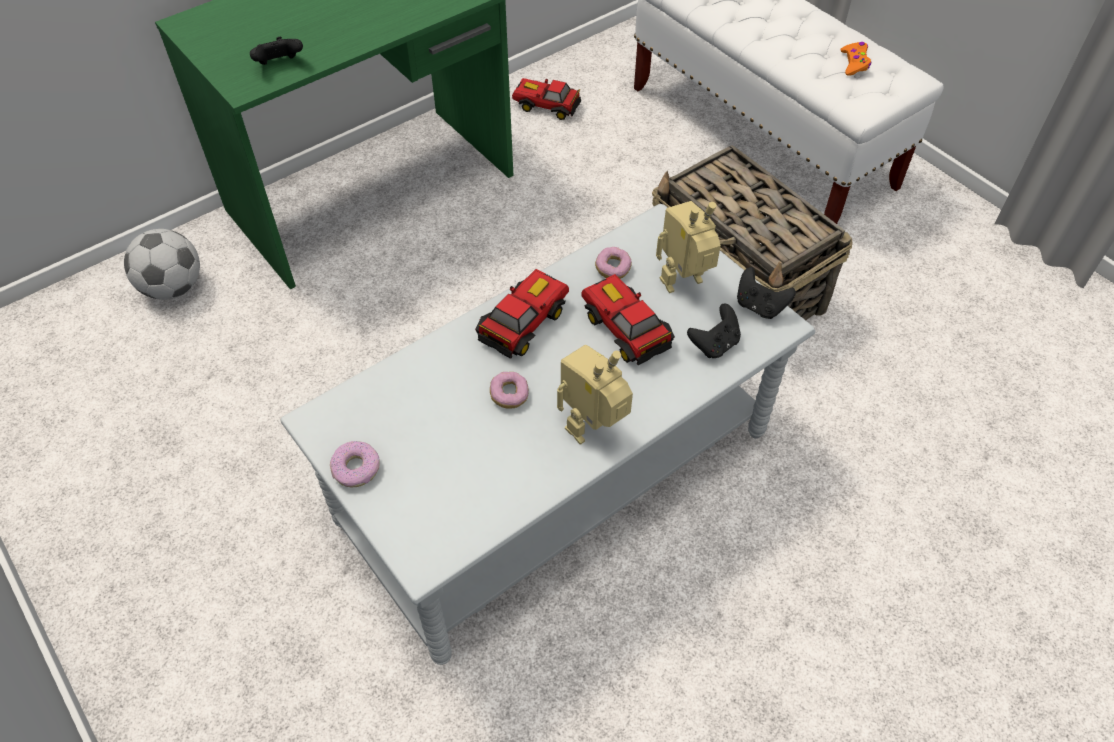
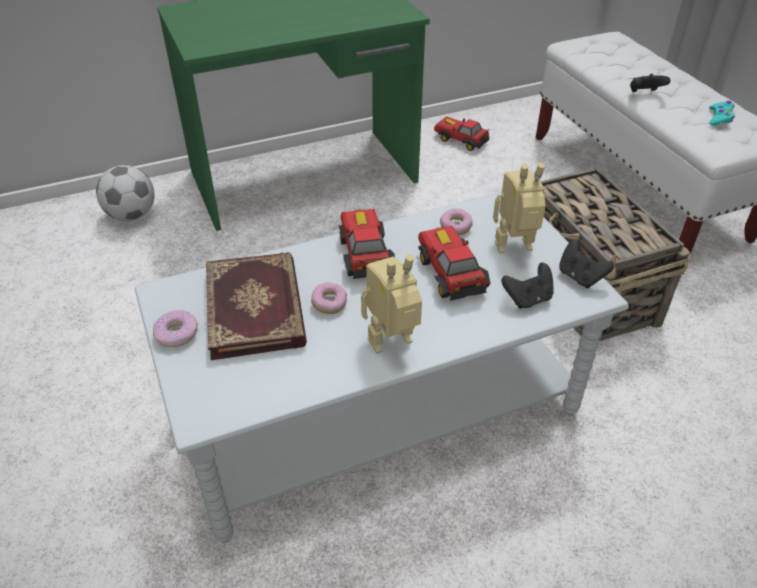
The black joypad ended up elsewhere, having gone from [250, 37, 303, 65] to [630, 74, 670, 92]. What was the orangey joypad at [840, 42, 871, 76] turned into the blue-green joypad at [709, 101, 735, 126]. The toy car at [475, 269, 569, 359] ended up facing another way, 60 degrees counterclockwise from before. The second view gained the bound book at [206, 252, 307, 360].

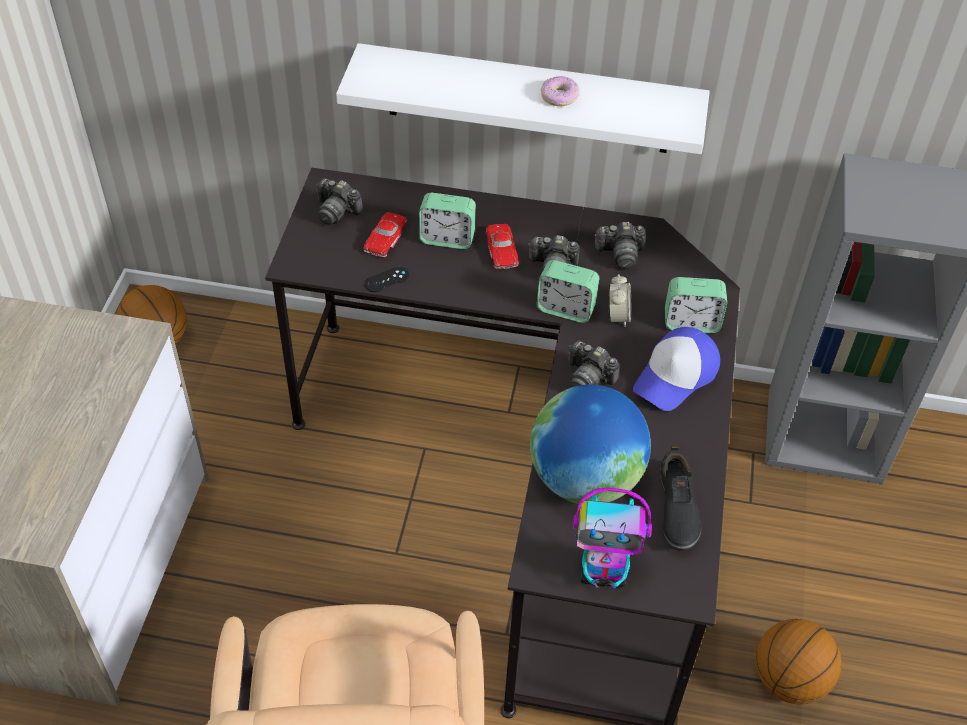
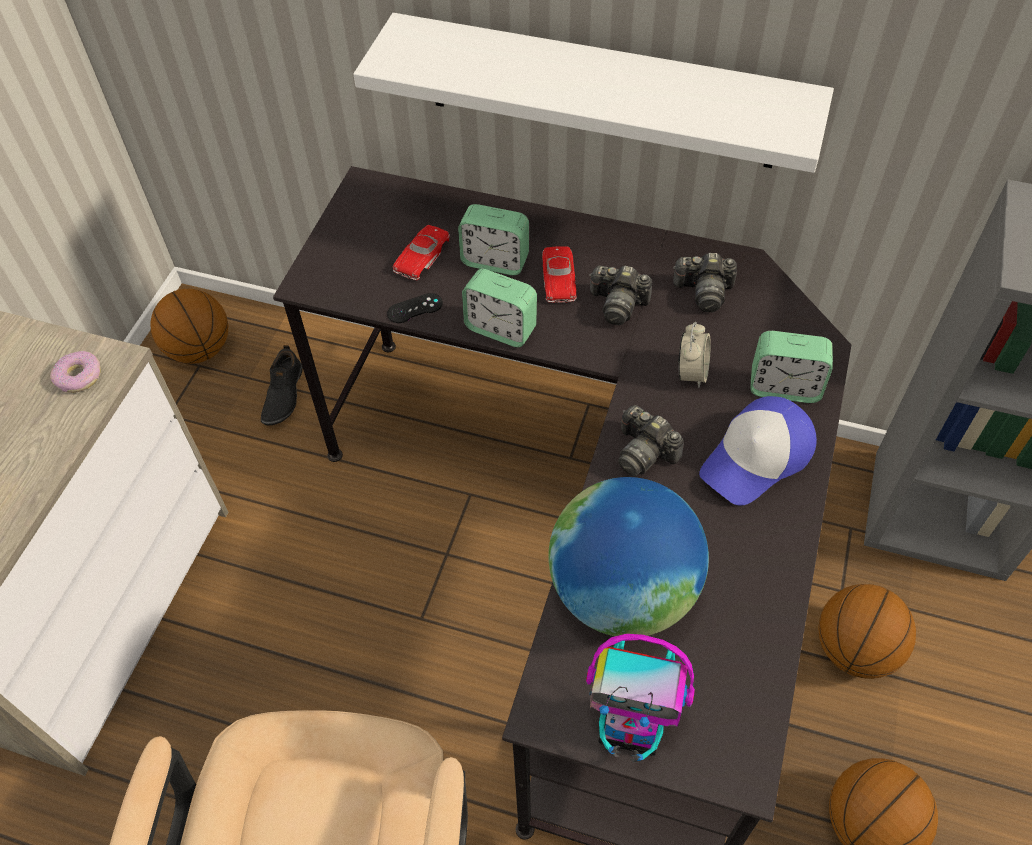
The ring doughnut ended up elsewhere, having gone from [541, 76, 580, 106] to [50, 351, 101, 393]. The second view lost the photo camera at [316, 178, 363, 225]. The table clock ended up elsewhere, having gone from [536, 260, 599, 323] to [462, 269, 537, 347]. The black shoe ended up elsewhere, having gone from [659, 446, 701, 551] to [261, 345, 303, 425]. The second view gained the basketball at [818, 584, 916, 679].

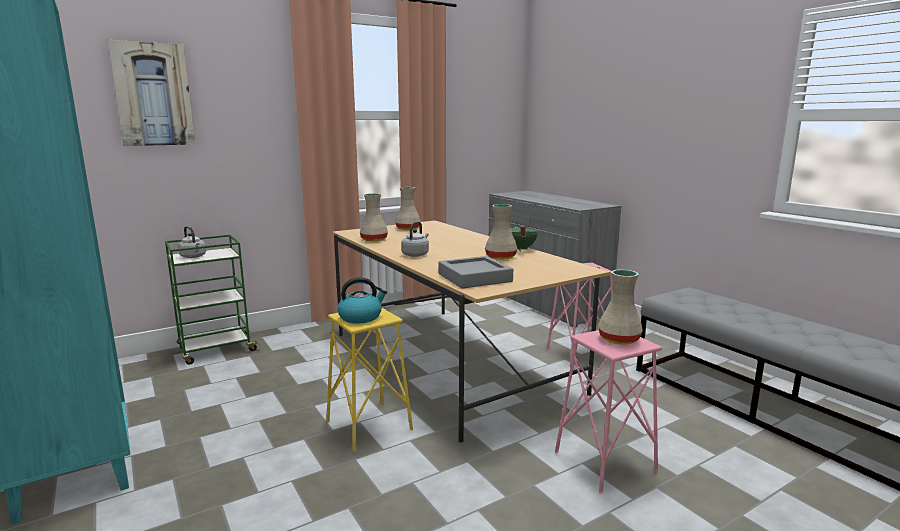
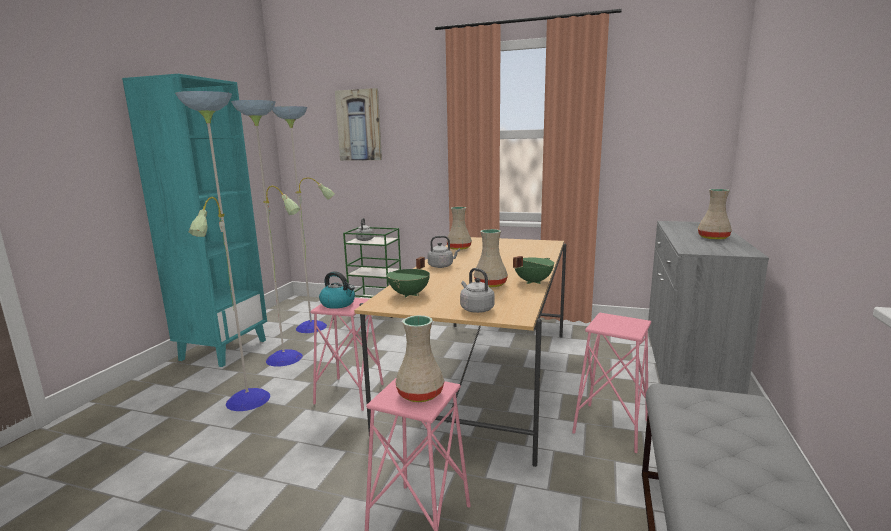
The beige-coloured flower vase ended up elsewhere, having gone from [395, 187, 421, 230] to [698, 189, 732, 240]. Where the greyish serving tray stood at [439, 256, 513, 289], the green-coloured saucepot came to stand at [387, 257, 430, 298]. What was the yellowish stool at [326, 308, 413, 452] turned into the pinkish stool at [310, 298, 384, 411]. The second view gained the standing lamp at [175, 91, 335, 411]. The second view gained the greyish tea kettle at [460, 268, 495, 313].

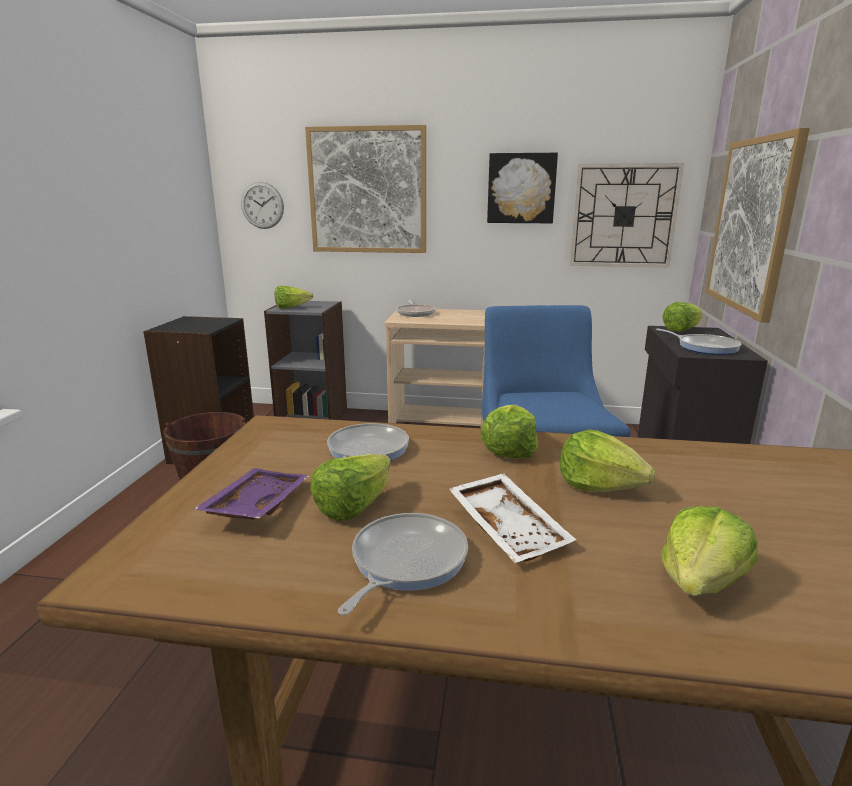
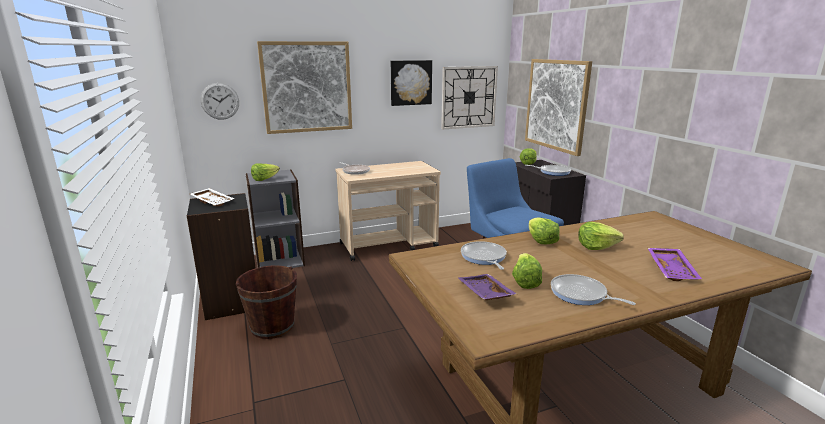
The white-coloured serving tray ended up elsewhere, having gone from [449, 473, 576, 563] to [190, 188, 234, 207]. Where the lettuce head stood at [661, 506, 757, 596], the purple-coloured serving tray came to stand at [648, 248, 702, 281]. The pan at [338, 513, 468, 615] ended up facing another way, 45 degrees counterclockwise from before.

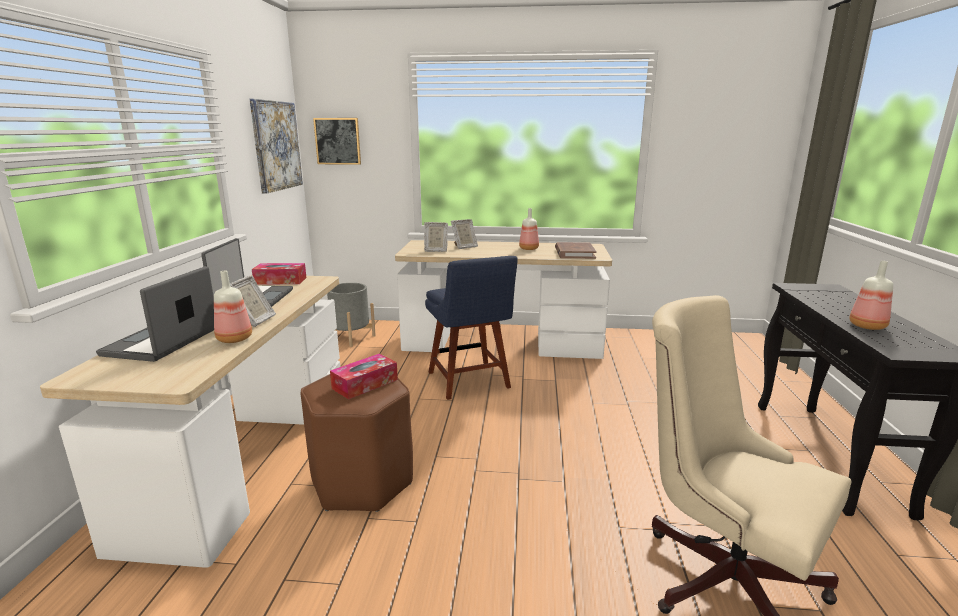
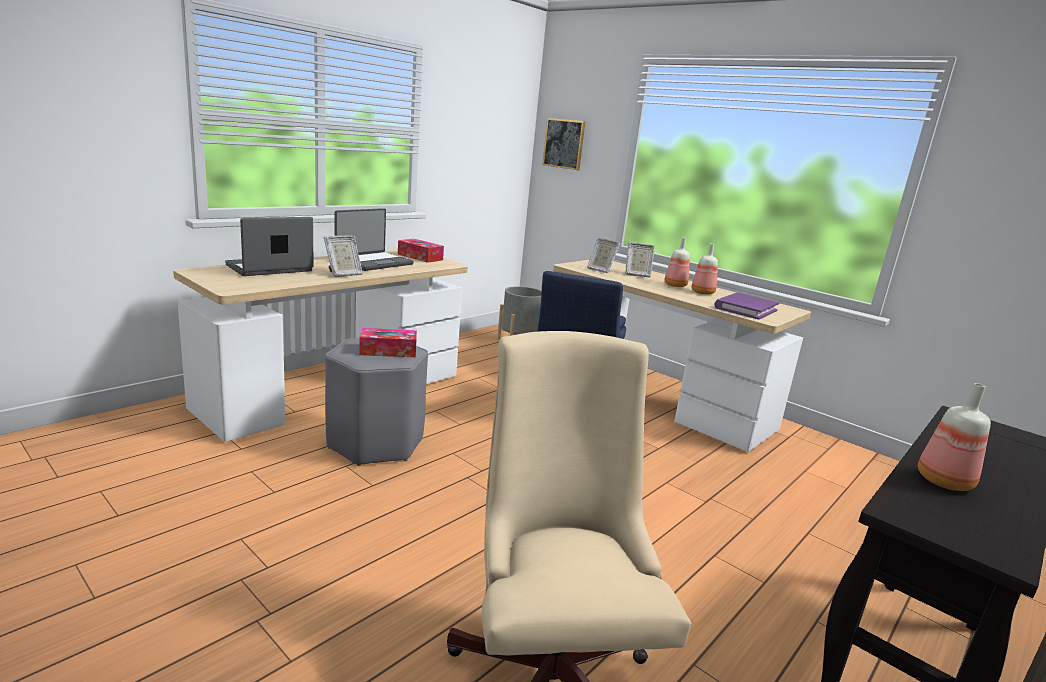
The second view lost the picture at [250, 99, 303, 194]. What was the brownish bound book at [555, 242, 597, 259] turned into the purple-coloured bound book at [715, 293, 779, 320]. The beverage bottle ended up elsewhere, having gone from [214, 270, 252, 343] to [665, 238, 690, 287]. What was the brownish stool at [300, 374, 413, 512] turned into the greyish stool at [325, 338, 428, 466].

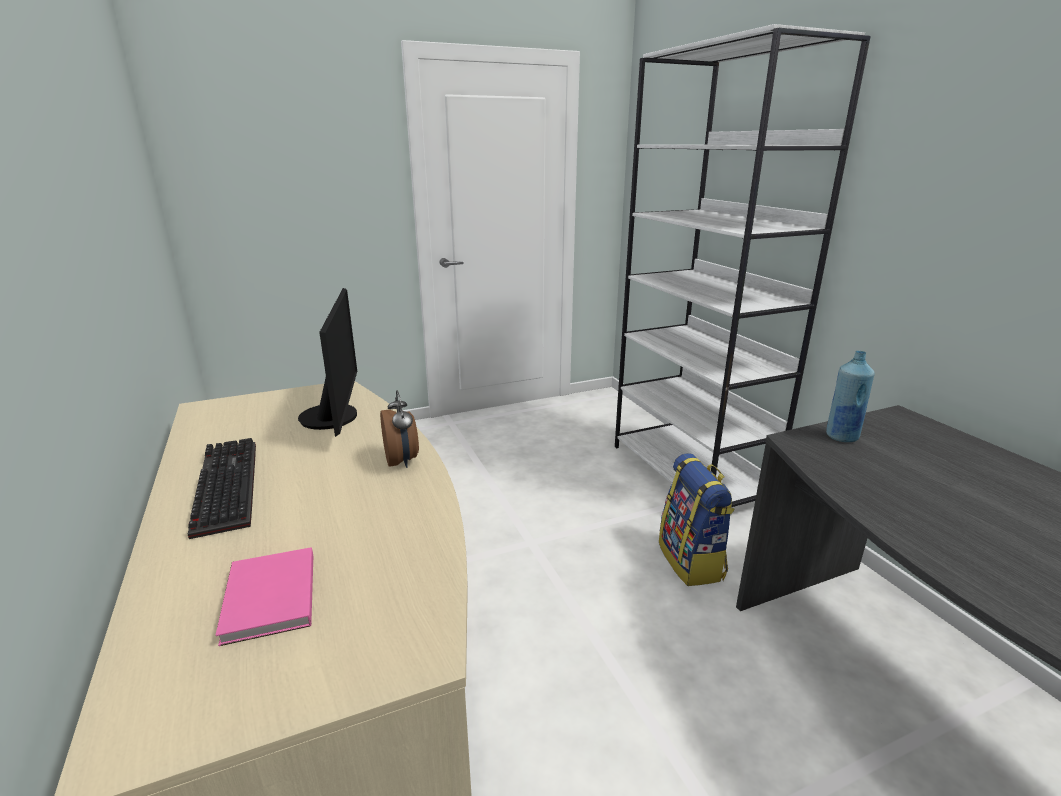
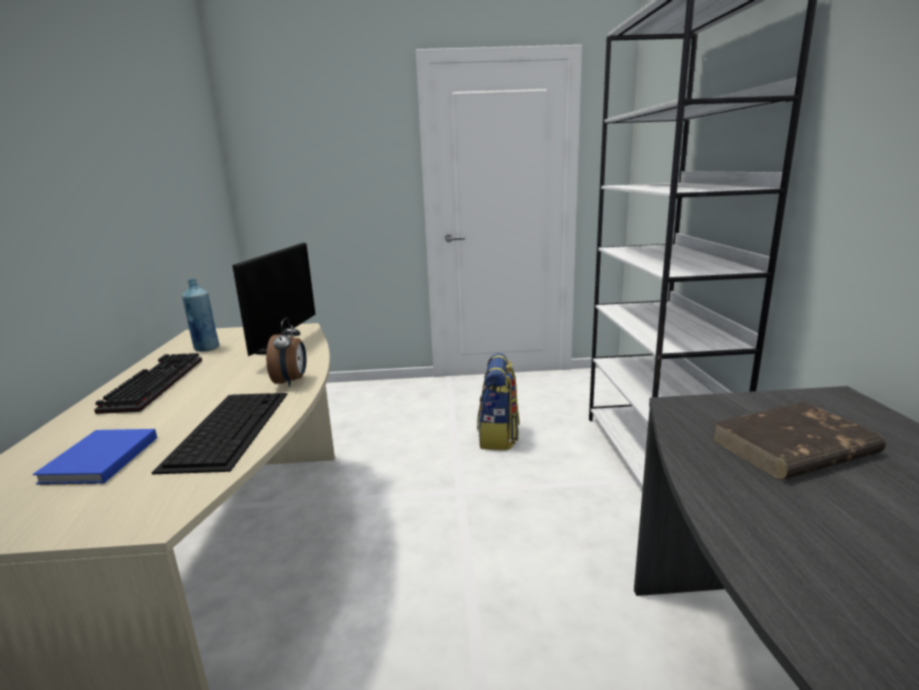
The bluish beverage bottle ended up elsewhere, having gone from [826, 351, 875, 442] to [182, 279, 220, 352]. The knapsack ended up elsewhere, having gone from [659, 453, 735, 586] to [477, 353, 519, 450]. What was the pinkish bound book at [216, 547, 313, 646] turned into the bluish bound book at [33, 429, 157, 485]. The second view gained the PC keyboard at [151, 393, 287, 474]. The second view gained the brownish bound book at [711, 402, 886, 480].

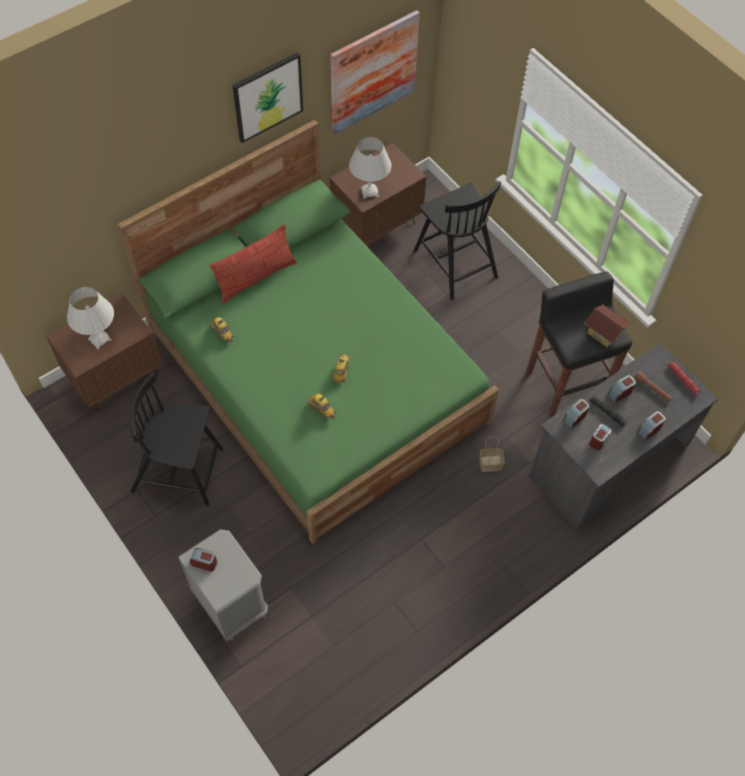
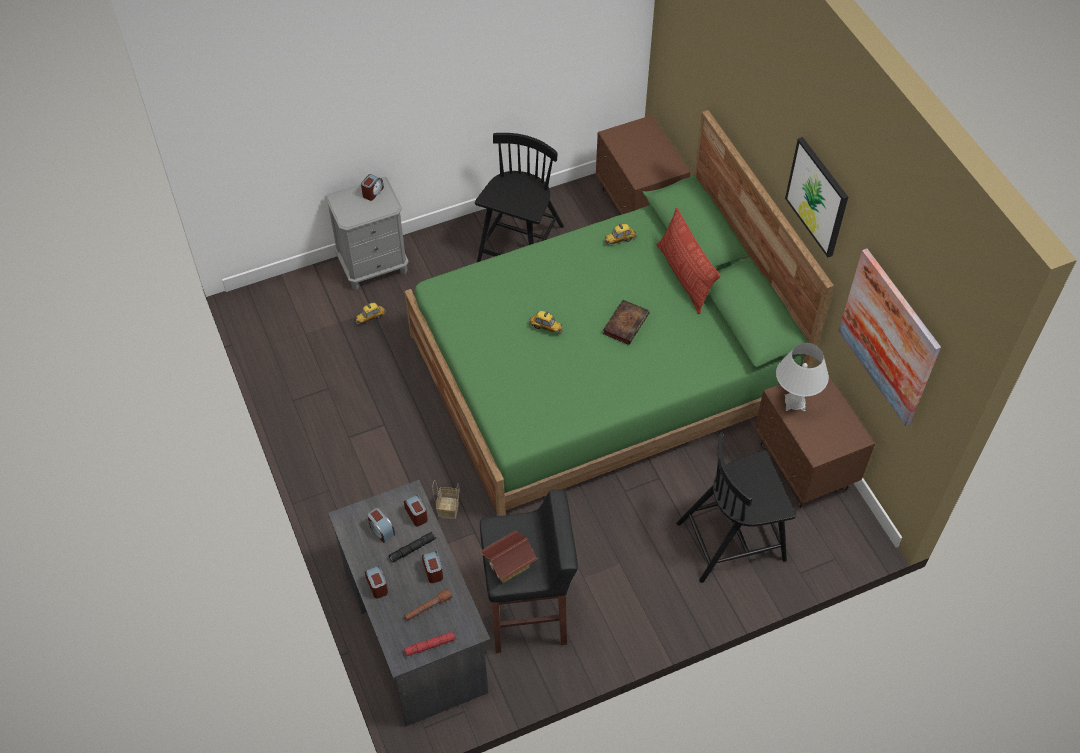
The second view lost the white-coloured lamp for a table at [67, 287, 114, 350]. The toy car ended up elsewhere, having gone from [308, 394, 336, 419] to [355, 303, 386, 324]. The second view gained the bound book at [603, 300, 649, 345].

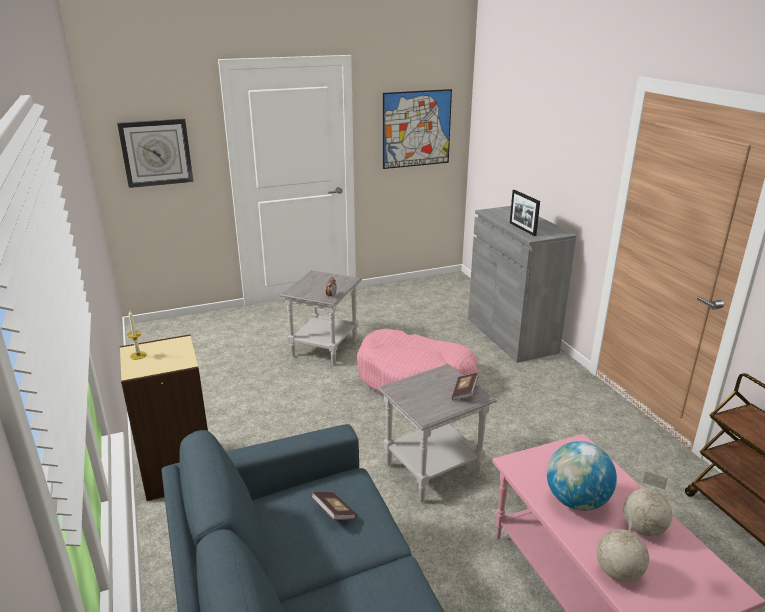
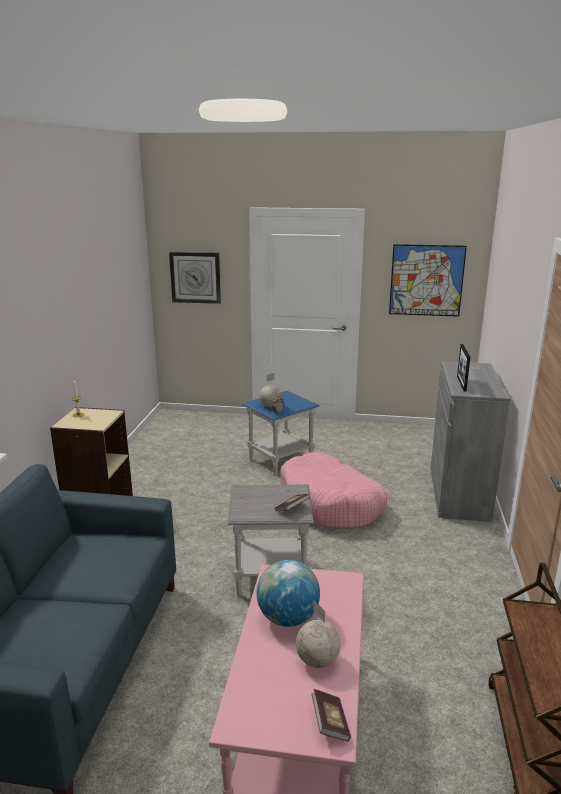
What was the greyish end table at [280, 270, 362, 366] turned into the bluish end table at [242, 391, 320, 476]. The bound book ended up elsewhere, having gone from [311, 492, 357, 520] to [312, 689, 351, 742]. The world globe ended up elsewhere, having gone from [597, 511, 649, 582] to [259, 373, 282, 407].

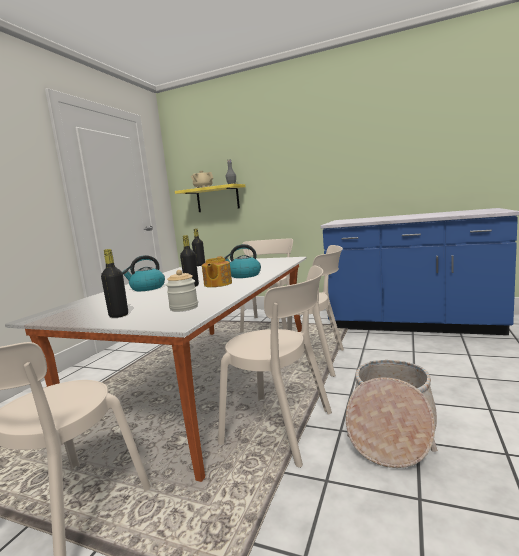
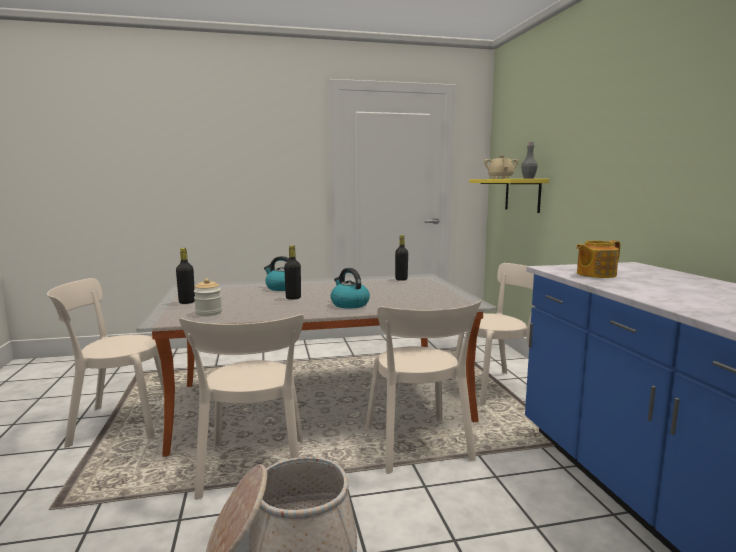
The teapot ended up elsewhere, having gone from [202, 256, 232, 287] to [576, 240, 620, 278].

